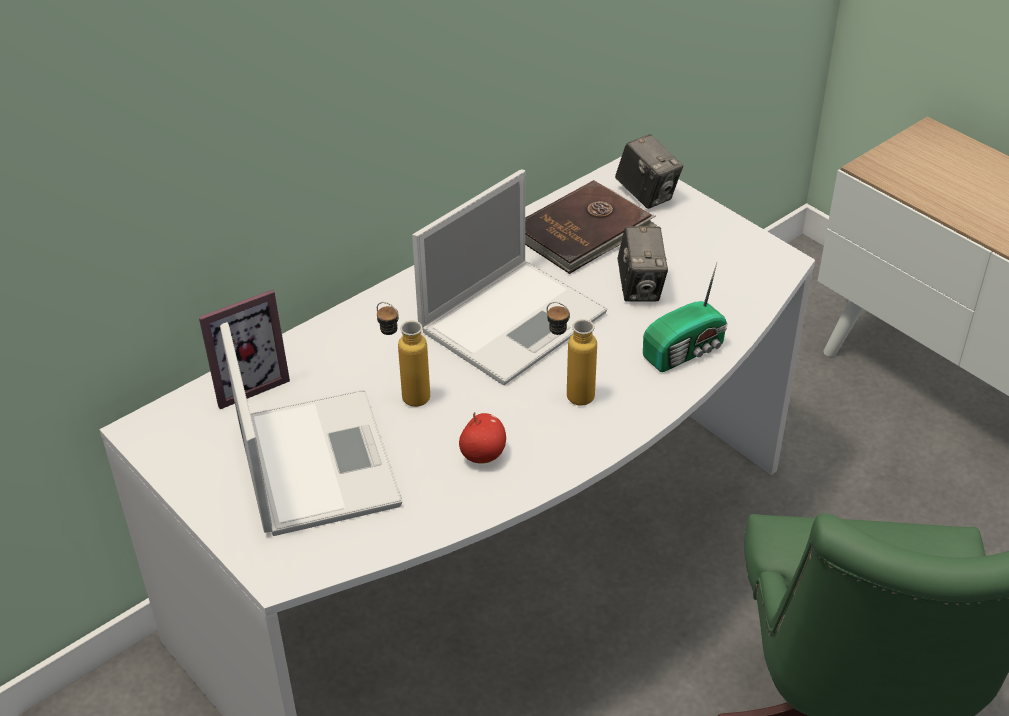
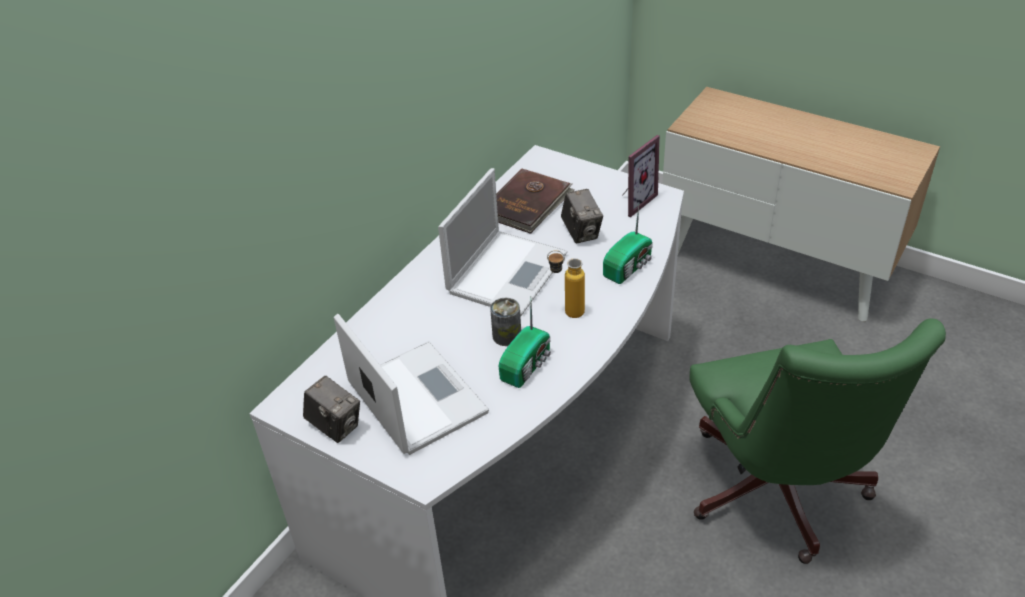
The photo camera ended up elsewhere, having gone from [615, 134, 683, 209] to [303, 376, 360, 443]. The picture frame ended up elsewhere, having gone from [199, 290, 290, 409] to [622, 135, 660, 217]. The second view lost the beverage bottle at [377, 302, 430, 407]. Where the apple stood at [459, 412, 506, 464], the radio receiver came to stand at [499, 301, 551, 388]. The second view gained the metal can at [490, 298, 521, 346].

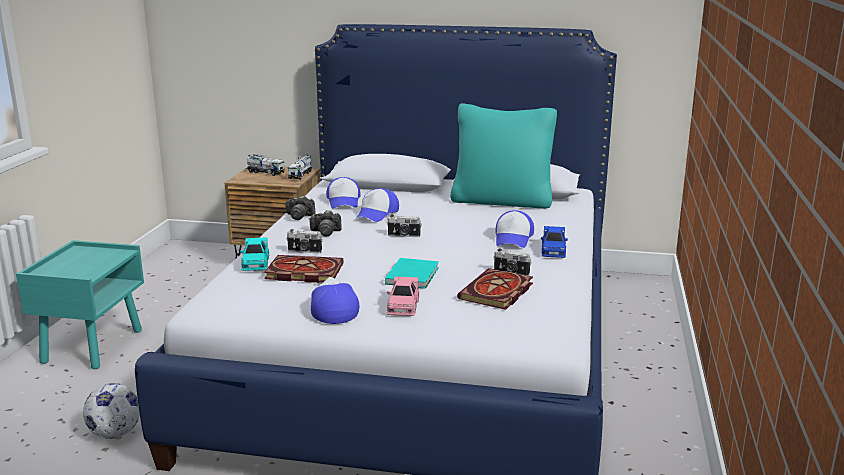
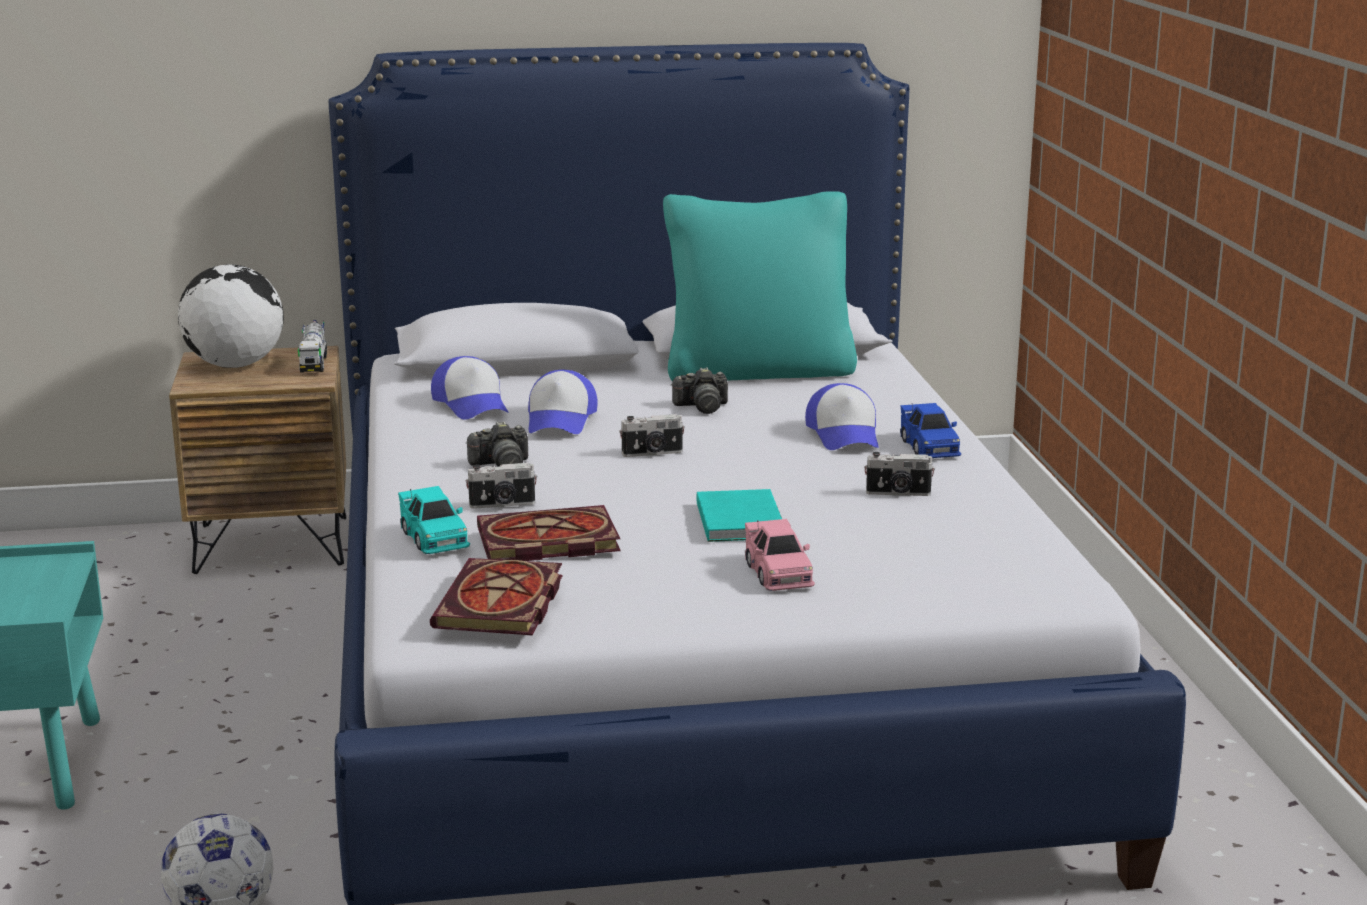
Where the toy lorry stood at [246, 154, 285, 176], the world globe came to stand at [178, 264, 284, 368]. The photo camera ended up elsewhere, having gone from [285, 195, 316, 220] to [671, 367, 728, 414]. The bound book ended up elsewhere, having gone from [457, 268, 533, 310] to [430, 558, 562, 635]. The second view lost the cap at [311, 277, 359, 324].

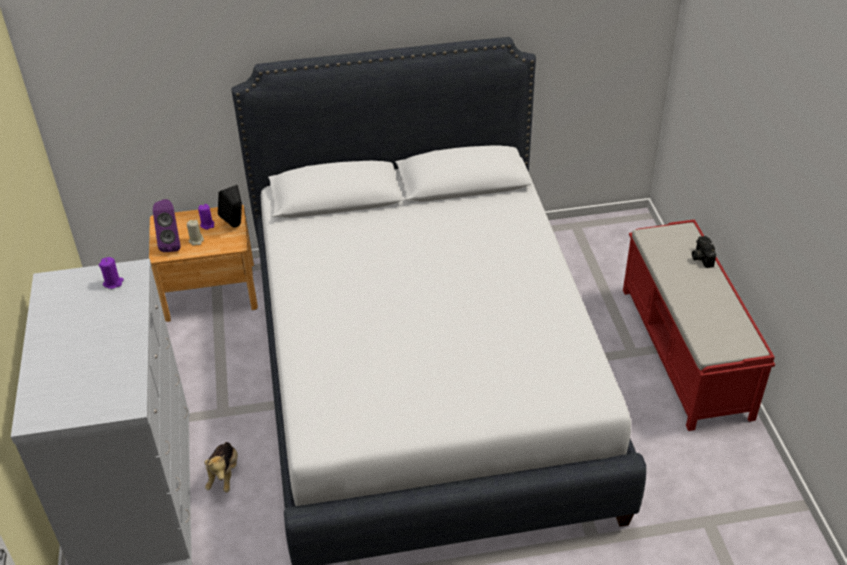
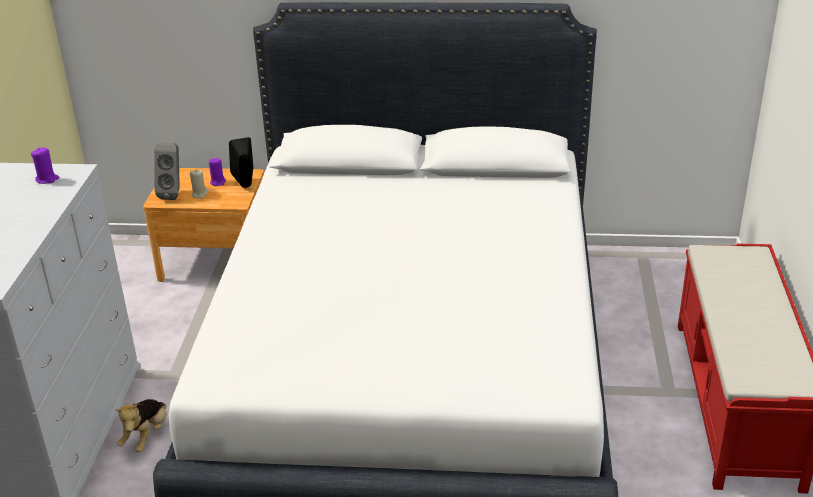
What was the purple-coloured speaker at [153, 199, 181, 252] turned into the greyish speaker at [154, 142, 180, 200]. The second view lost the photo camera at [692, 236, 716, 268].

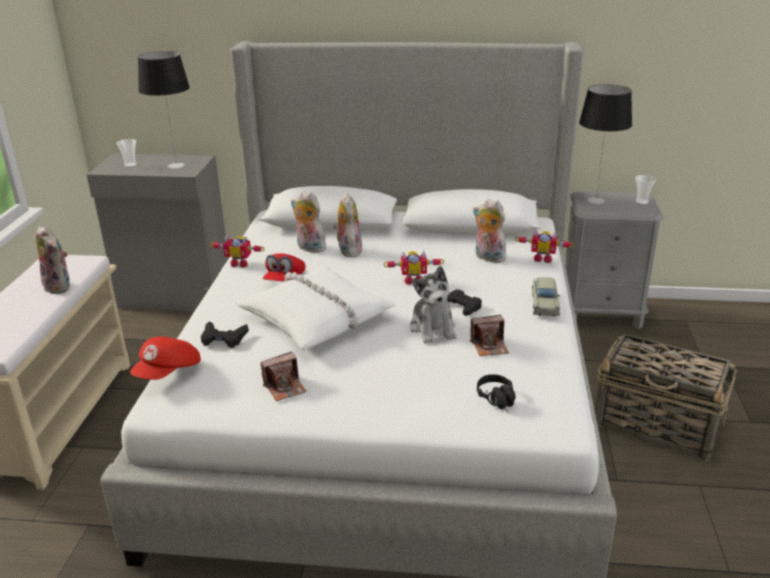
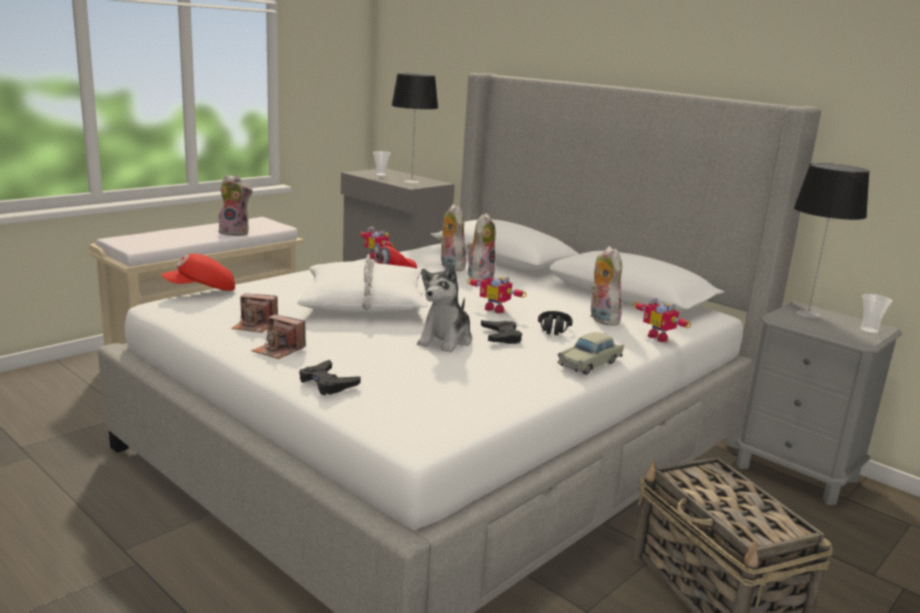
The plush toy at [36, 225, 70, 294] ended up facing another way, 75 degrees counterclockwise from before. The photo camera ended up elsewhere, having gone from [470, 315, 509, 356] to [251, 314, 306, 359]. The black joypad ended up elsewhere, having gone from [201, 322, 249, 348] to [299, 360, 361, 395]. The black pair of headphones ended up elsewhere, having gone from [477, 374, 516, 412] to [538, 311, 573, 335].

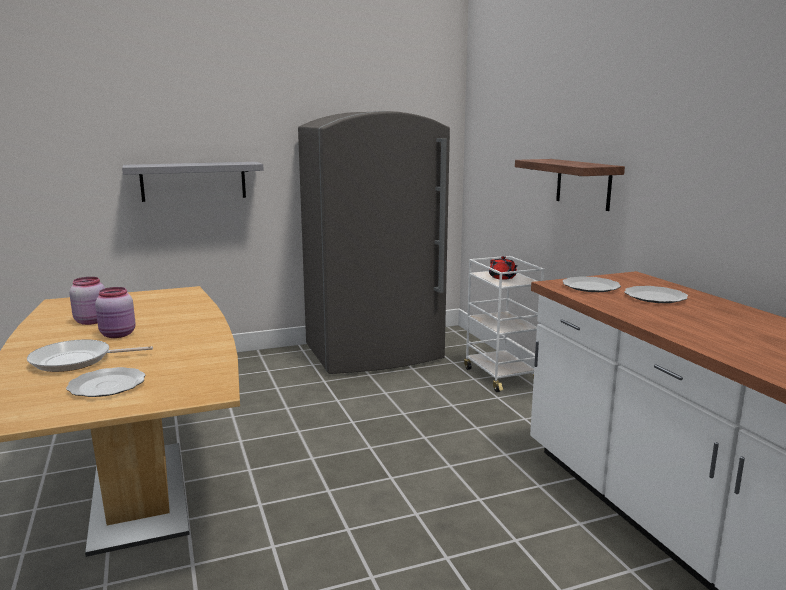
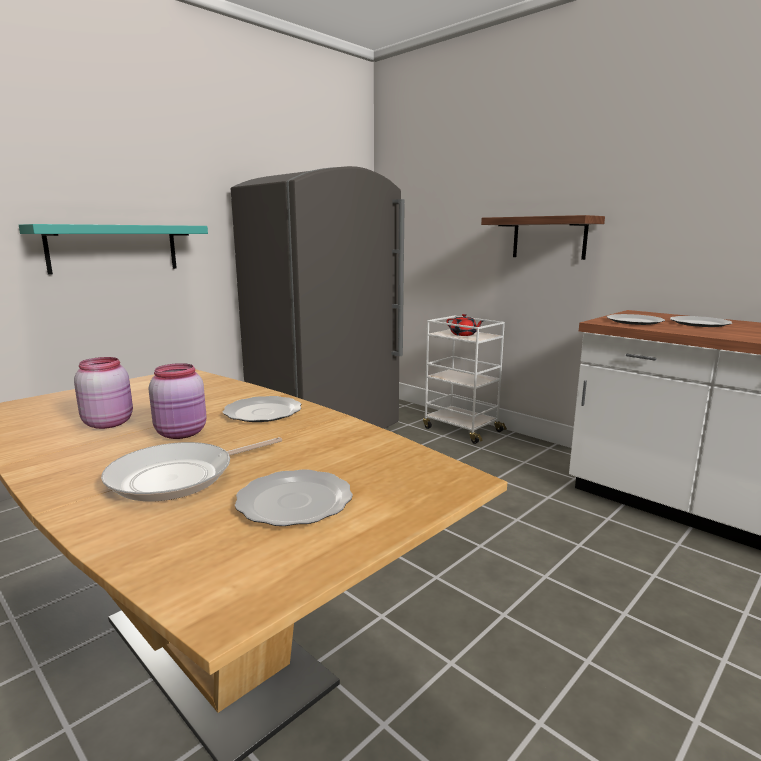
What was the greyish shelf at [122, 162, 264, 202] turned into the blue-green shelf at [19, 224, 208, 275]. The second view gained the dinner plate at [223, 396, 301, 422].

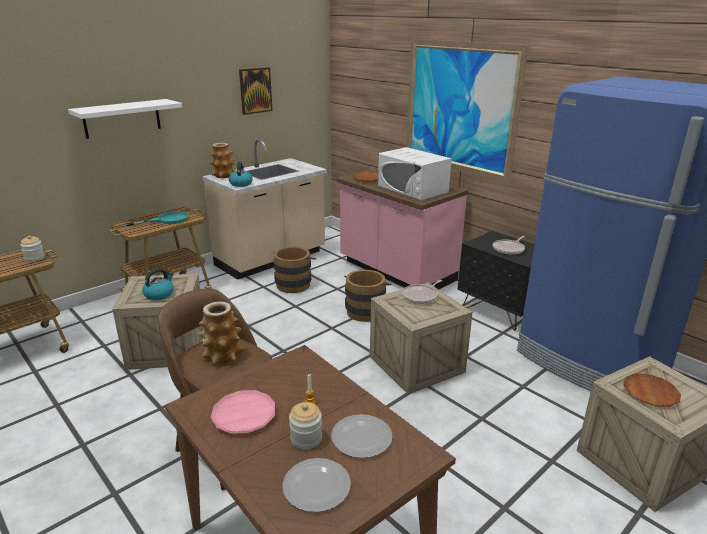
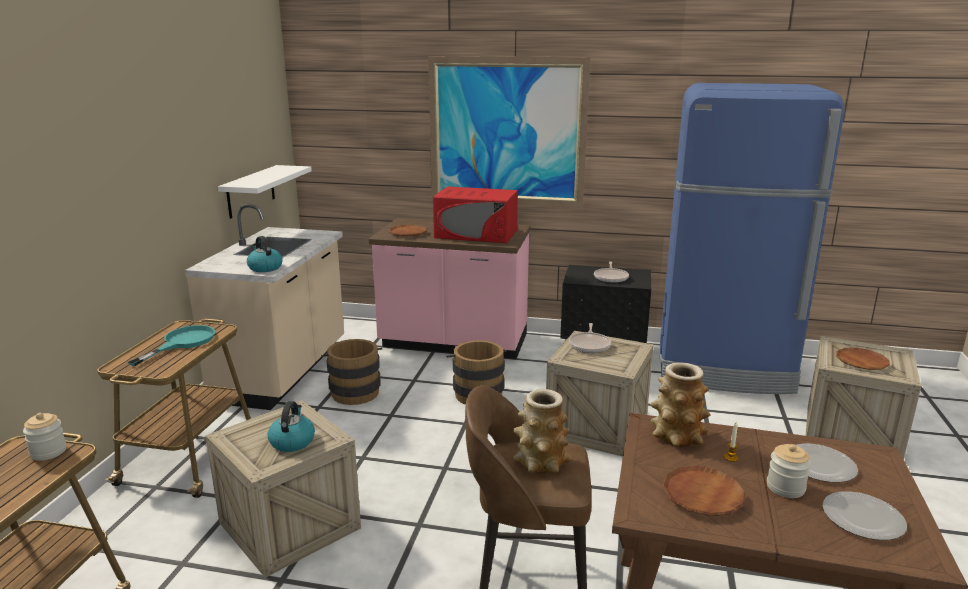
The second view lost the picture at [239, 67, 272, 115]. The white-coloured shelf ended up elsewhere, having gone from [68, 99, 182, 139] to [218, 165, 312, 219]. The flower vase ended up elsewhere, having gone from [210, 143, 236, 178] to [650, 363, 710, 447]. What was the white-coloured microwave oven at [378, 147, 452, 200] turned into the reddish microwave oven at [433, 187, 518, 243]. What was the pinkish dinner plate at [210, 390, 276, 434] turned into the brownish dinner plate at [662, 466, 745, 516].

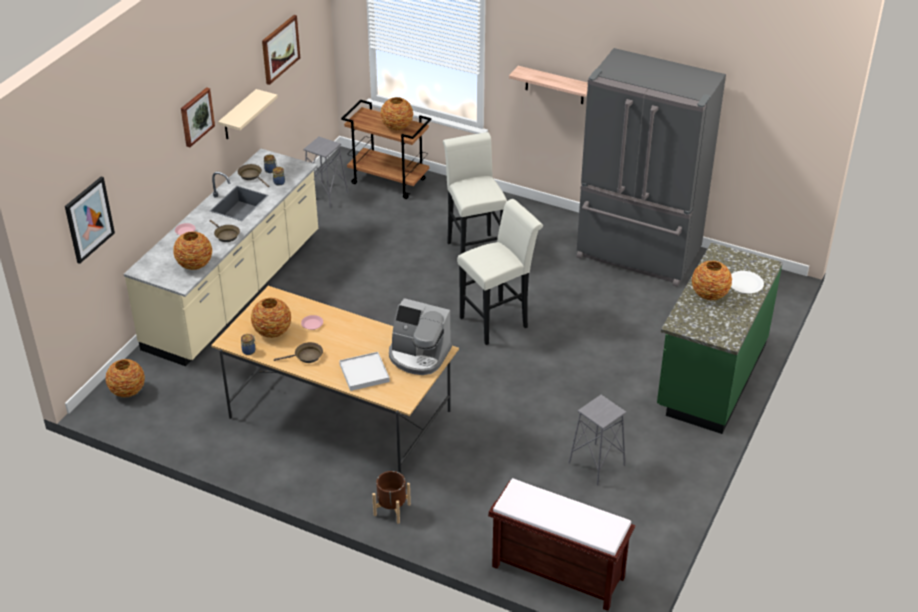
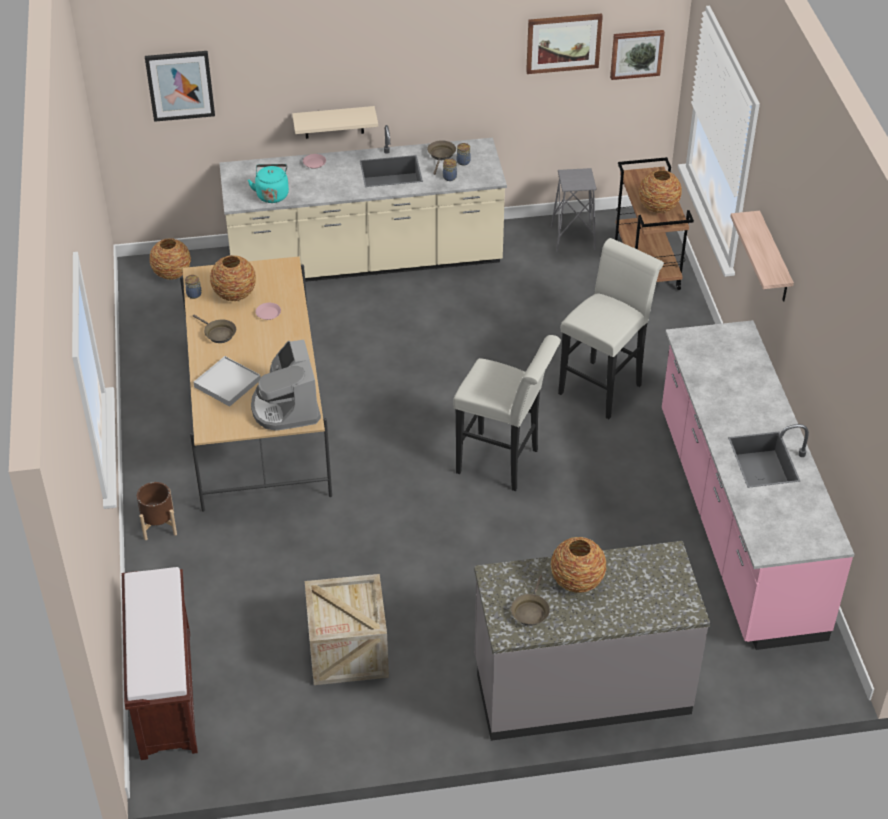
Where the greyish kitchen fridge stood at [577, 48, 726, 287], the pinkish kitchen base unit came to stand at [662, 320, 855, 650]. The picture ended up elsewhere, having gone from [181, 87, 215, 147] to [610, 30, 665, 80]. The beige-coloured shelf ended up elsewhere, having gone from [218, 89, 278, 139] to [292, 106, 378, 139]. The brownish pan ended up elsewhere, having gone from [209, 220, 240, 242] to [511, 575, 550, 626]. Where the flower vase stood at [173, 231, 212, 270], the blue-green tea kettle came to stand at [248, 164, 289, 203]. What was the green-coloured kitchen base unit at [657, 242, 783, 434] turned into the greyish kitchen base unit at [474, 541, 710, 741]. The second view lost the white-coloured dinner plate at [731, 271, 764, 294]. Where the greyish stool stood at [568, 395, 626, 486], the packing crate came to stand at [305, 574, 389, 685].

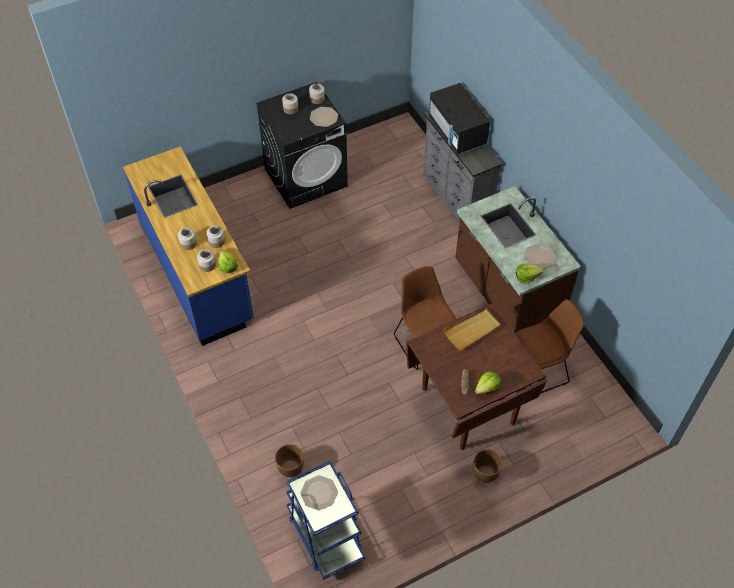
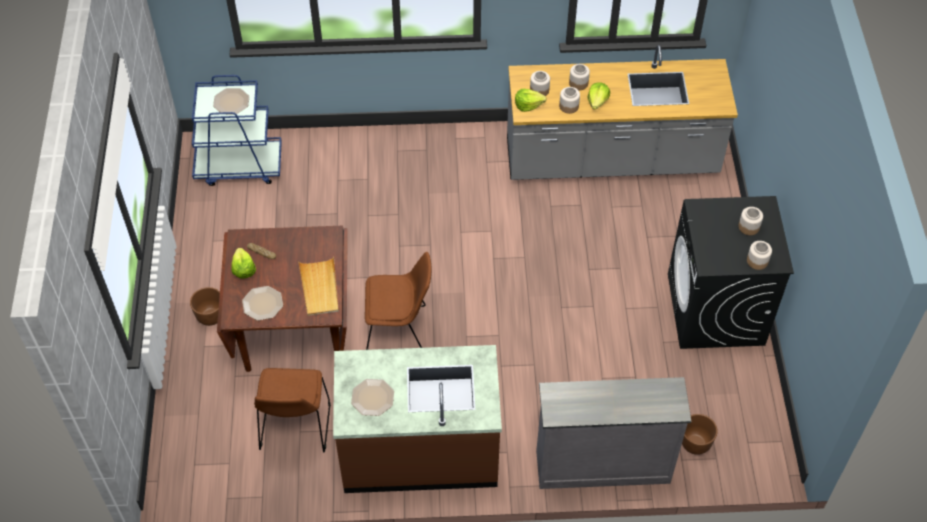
The second view lost the black microwave oven at [429, 83, 490, 154]. The dinner plate ended up elsewhere, having gone from [310, 107, 338, 127] to [242, 286, 283, 321]. What was the bluish kitchen base unit at [123, 147, 254, 346] turned into the greyish kitchen base unit at [507, 45, 738, 180]. The lettuce head ended up elsewhere, having gone from [516, 264, 543, 283] to [588, 82, 610, 110]. The brownish flower pot ended up elsewhere, having gone from [275, 444, 304, 477] to [682, 414, 718, 455].

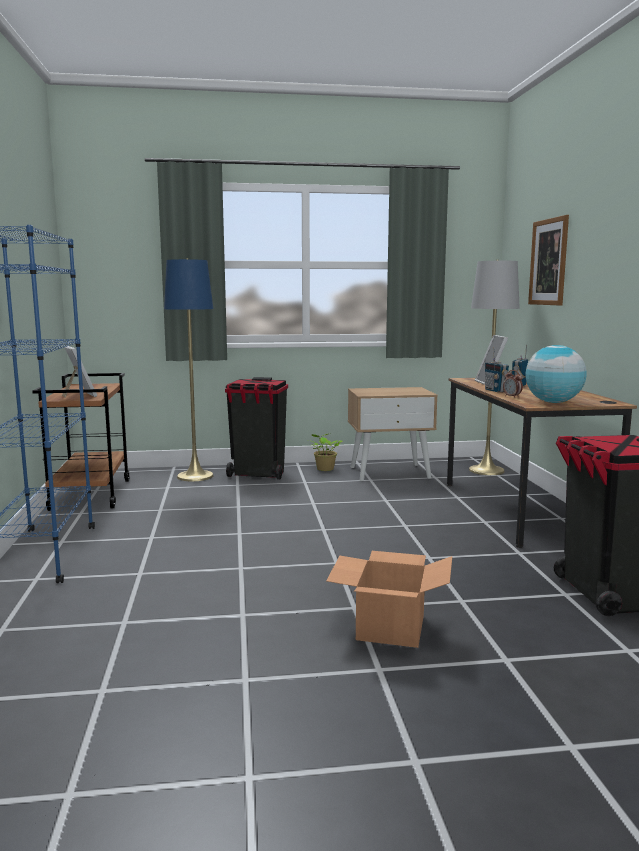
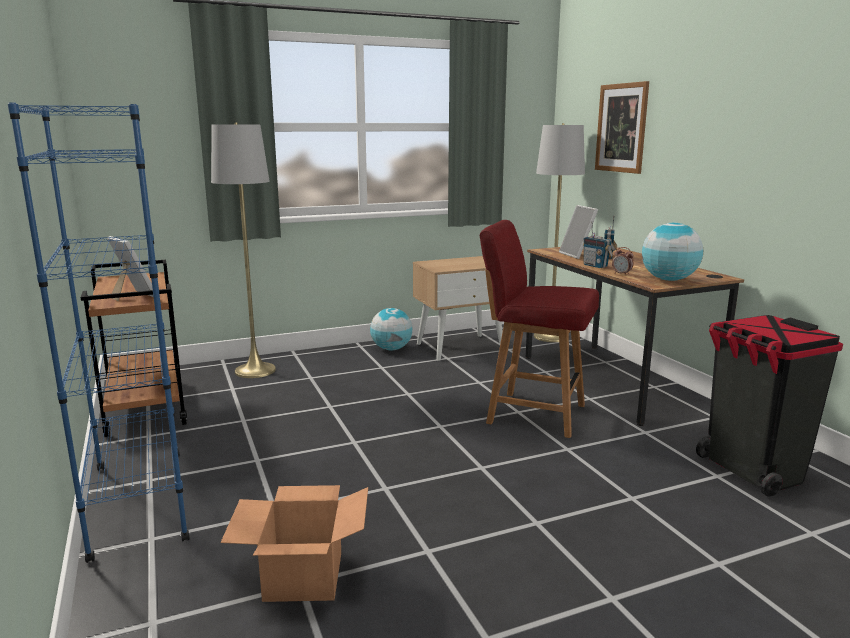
What was the bluish standing lamp at [164, 259, 213, 481] turned into the greyish standing lamp at [211, 123, 276, 378]. The second view lost the black waste bin at [225, 377, 288, 480]. Where the houseplant stood at [309, 434, 342, 471], the world globe came to stand at [370, 308, 412, 350]. The packing box ended up elsewhere, having gone from [326, 551, 453, 648] to [221, 485, 368, 602]. The second view gained the reddish upright chair at [480, 220, 599, 438].

